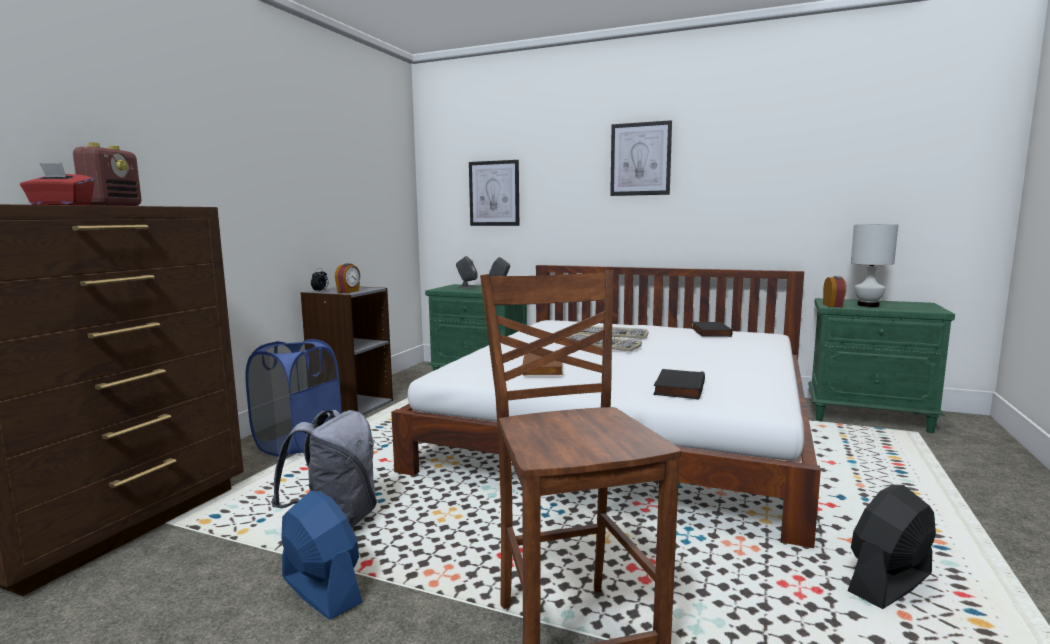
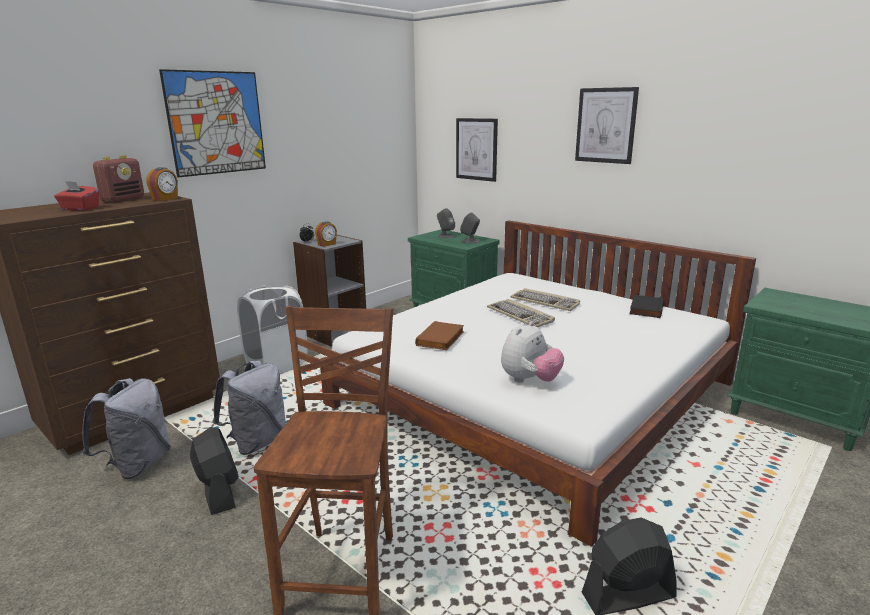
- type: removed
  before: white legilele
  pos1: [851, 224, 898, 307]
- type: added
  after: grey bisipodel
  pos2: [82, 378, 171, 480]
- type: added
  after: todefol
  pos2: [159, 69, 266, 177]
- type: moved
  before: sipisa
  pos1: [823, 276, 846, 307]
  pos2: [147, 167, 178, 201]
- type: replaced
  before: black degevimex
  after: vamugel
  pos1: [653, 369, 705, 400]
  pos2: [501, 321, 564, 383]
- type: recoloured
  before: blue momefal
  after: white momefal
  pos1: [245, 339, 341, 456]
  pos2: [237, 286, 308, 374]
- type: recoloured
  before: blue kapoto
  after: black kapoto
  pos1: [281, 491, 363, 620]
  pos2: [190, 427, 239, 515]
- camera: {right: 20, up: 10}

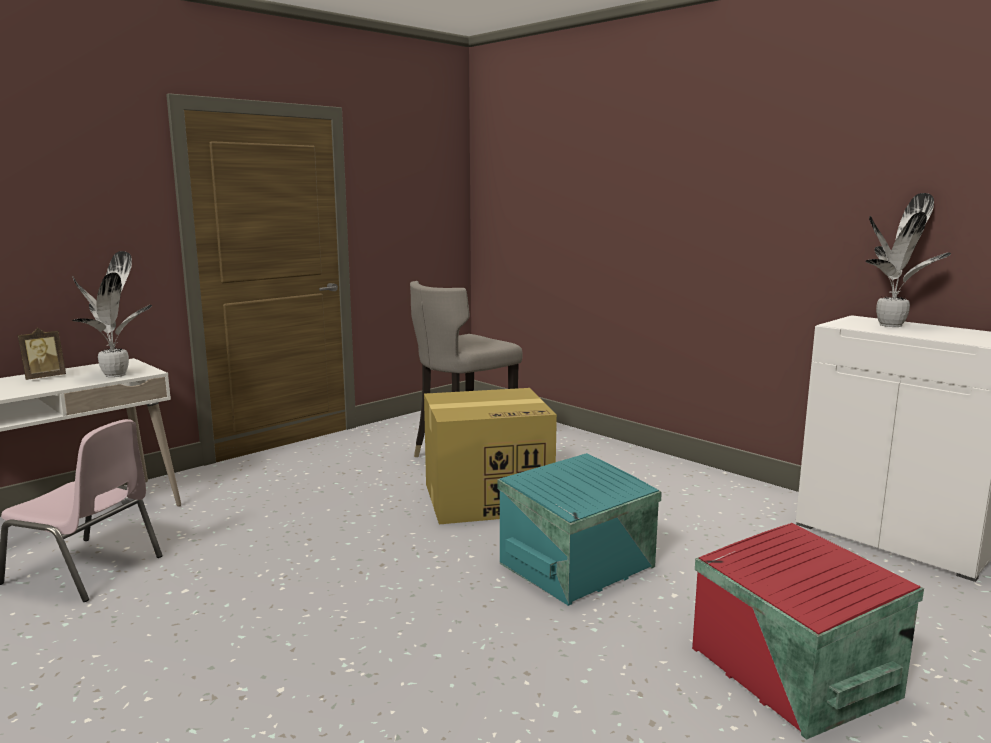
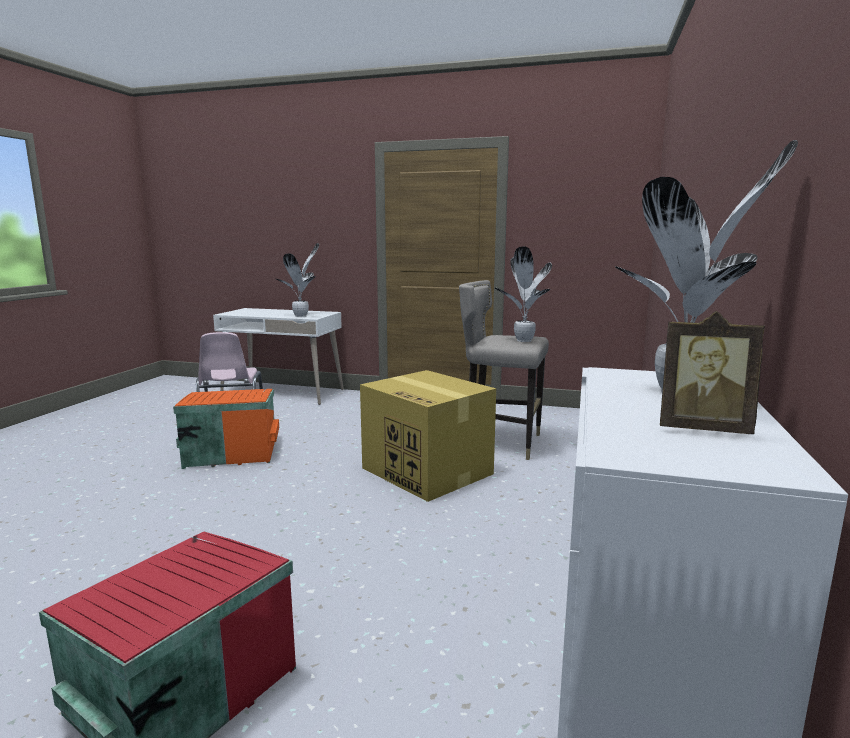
- type: removed
  before: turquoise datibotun
  pos1: [497, 453, 662, 606]
- type: added
  after: orange datibotun
  pos2: [173, 389, 279, 469]
- type: added
  after: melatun
  pos2: [495, 246, 552, 342]
- type: moved
  before: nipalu
  pos1: [18, 328, 66, 380]
  pos2: [660, 311, 765, 434]
- camera: {right: 60, up: 0}

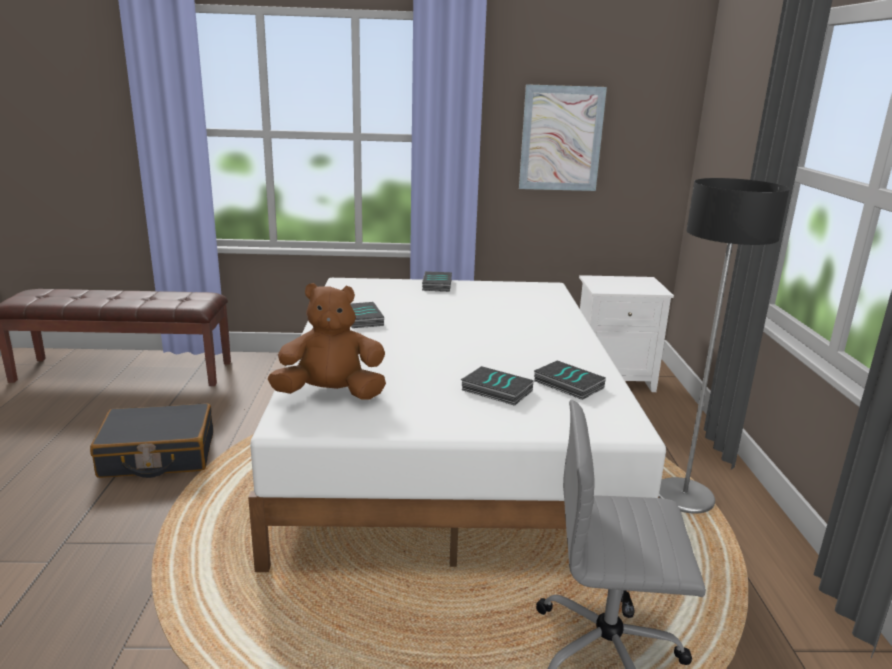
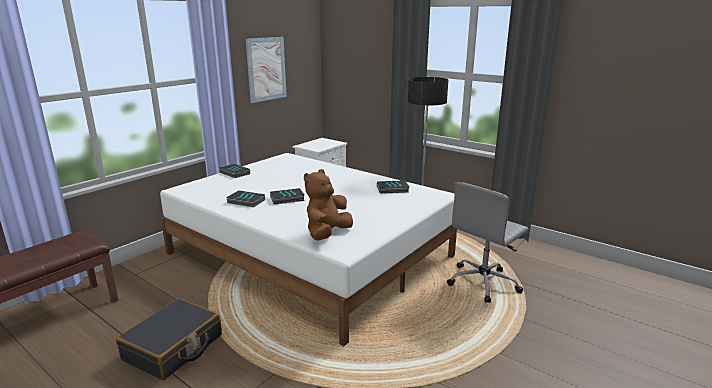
- type: moved
  before: degevimex
  pos1: [461, 366, 534, 406]
  pos2: [270, 188, 305, 204]
- camera: {right: -50, up: 0}

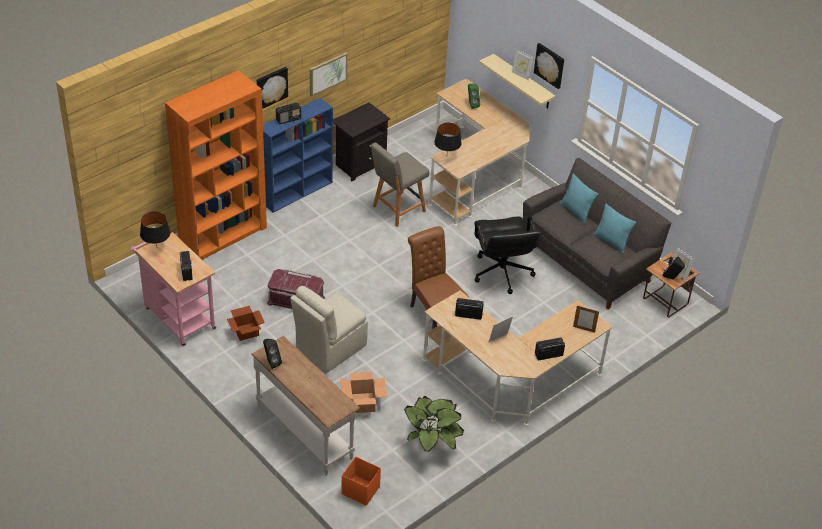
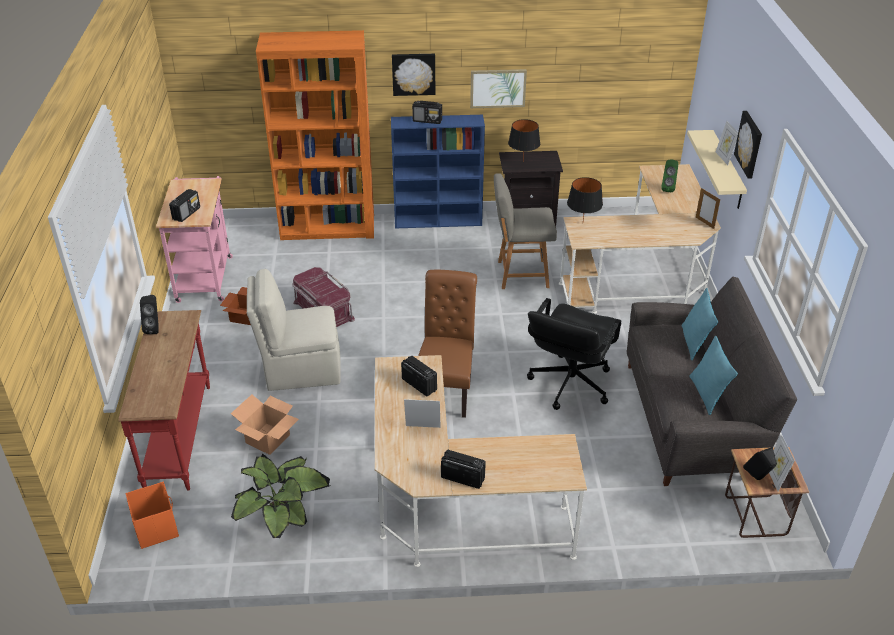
- type: moved
  before: black legilele
  pos1: [140, 212, 171, 246]
  pos2: [508, 119, 540, 162]
- type: moved
  before: nipalu
  pos1: [573, 306, 599, 333]
  pos2: [696, 188, 720, 229]
- type: recoloured
  before: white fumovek
  after: red fumovek
  pos1: [252, 336, 360, 476]
  pos2: [118, 310, 210, 491]
- camera: {right: 40, up: -5}

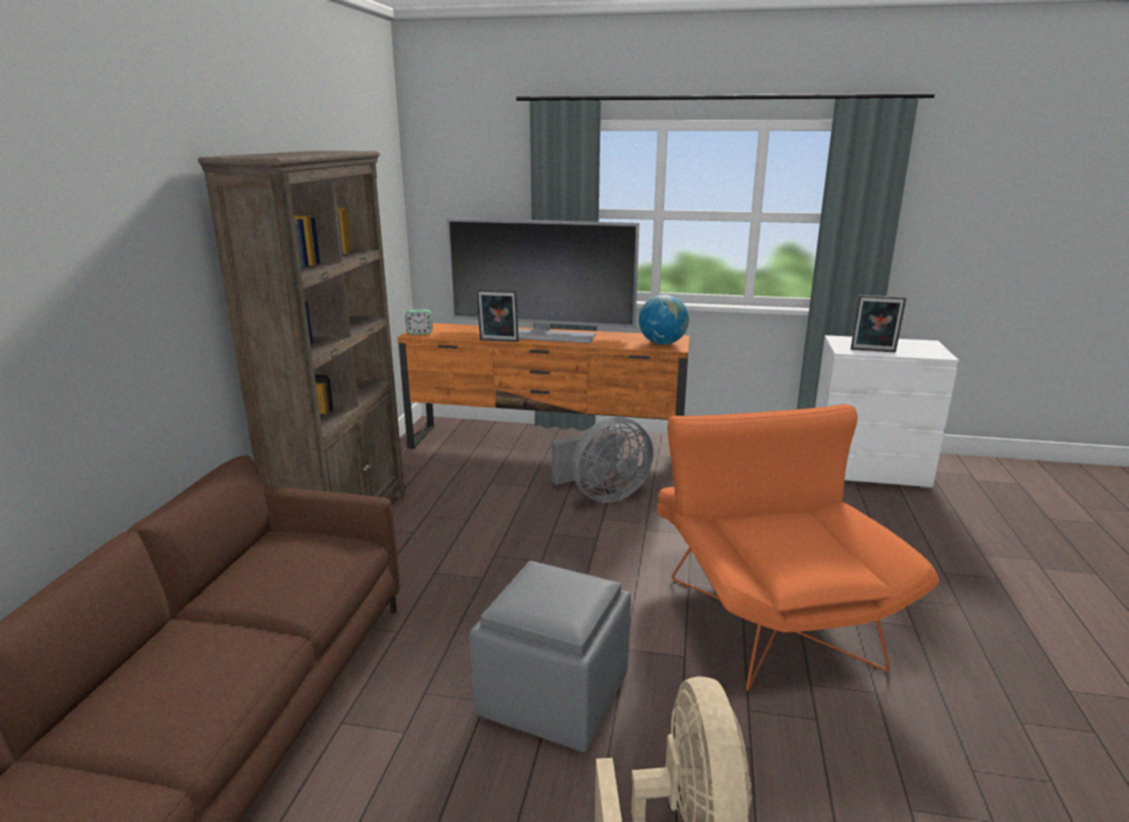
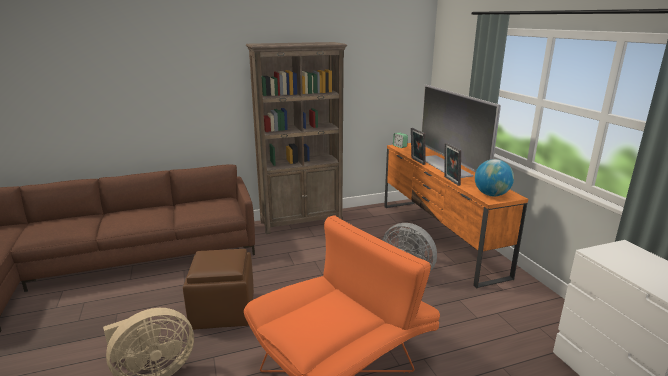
- type: moved
  before: nipalu
  pos1: [851, 295, 906, 352]
  pos2: [444, 143, 461, 186]
- type: recoloured
  before: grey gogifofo
  after: brown gogifofo
  pos1: [469, 561, 631, 752]
  pos2: [183, 249, 254, 330]
- camera: {right: 60, up: 0}

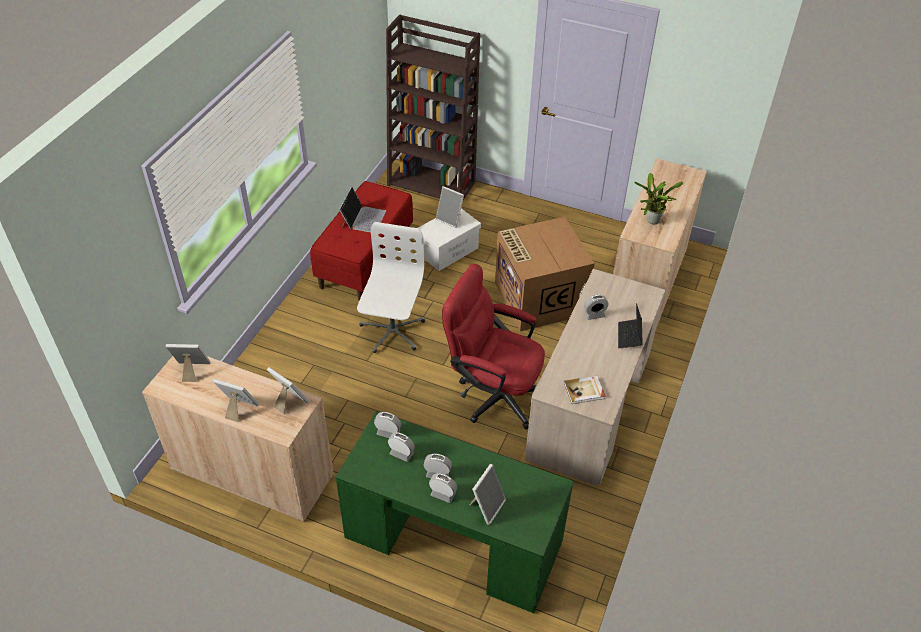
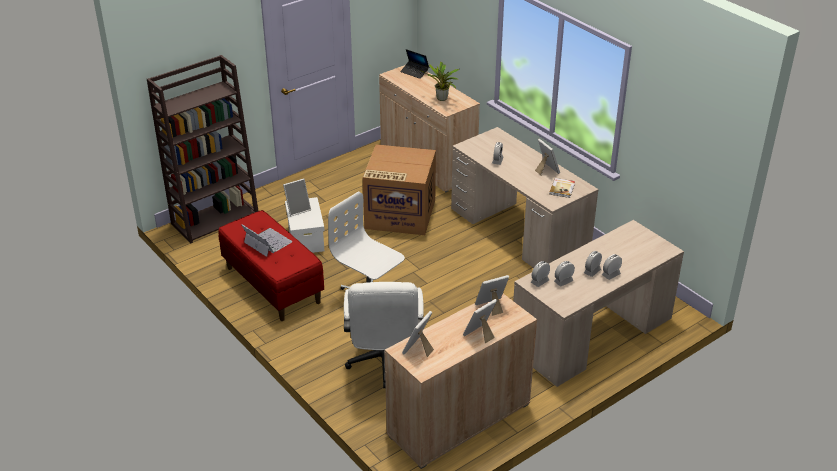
- type: removed
  before: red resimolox
  pos1: [442, 264, 545, 429]
- type: added
  after: white resimolox
  pos2: [344, 282, 424, 388]
- type: moved
  before: nipalu
  pos1: [469, 464, 506, 525]
  pos2: [535, 139, 560, 175]
- type: moved
  before: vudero
  pos1: [618, 303, 643, 349]
  pos2: [400, 49, 429, 79]
- type: recoloured
  before: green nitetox
  after: beige nitetox
  pos1: [336, 411, 574, 613]
  pos2: [513, 220, 684, 387]
- camera: {right: -60, up: -10}

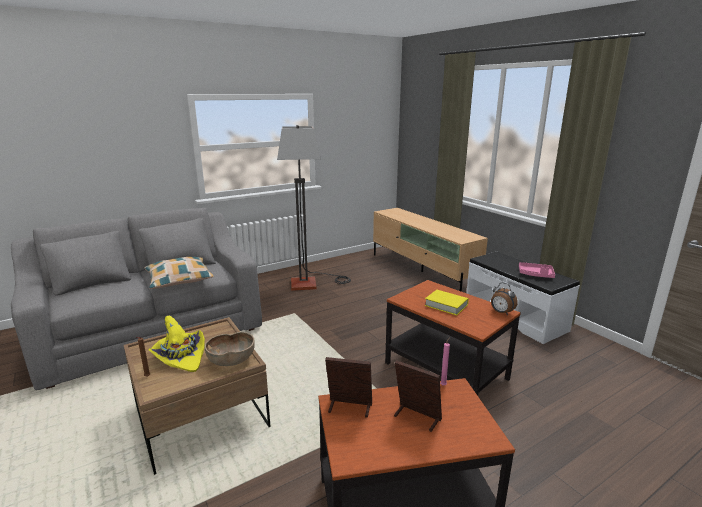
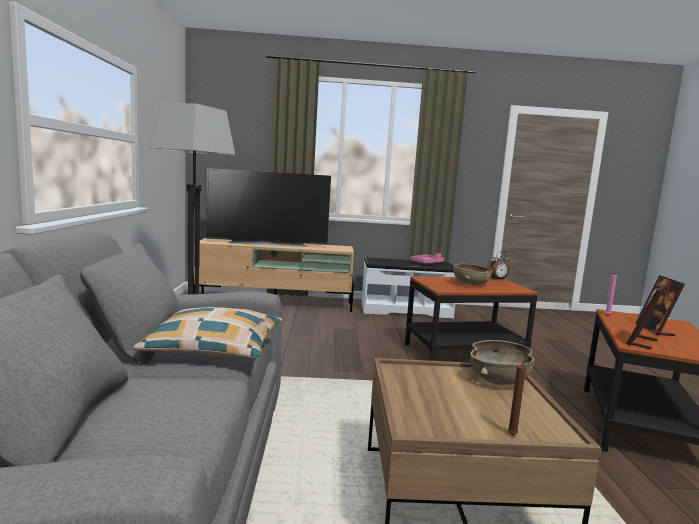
- type: removed
  before: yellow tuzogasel
  pos1: [149, 315, 205, 372]
- type: added
  after: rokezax
  pos2: [206, 168, 331, 247]
- type: replaced
  before: yellow degevimex
  after: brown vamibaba
  pos1: [425, 290, 469, 316]
  pos2: [453, 263, 493, 285]
- type: turned
  before: nipalu
  pos1: [394, 360, 442, 432]
  pos2: [636, 275, 685, 336]
  turn: -60
- camera: {right: -60, up: -10}

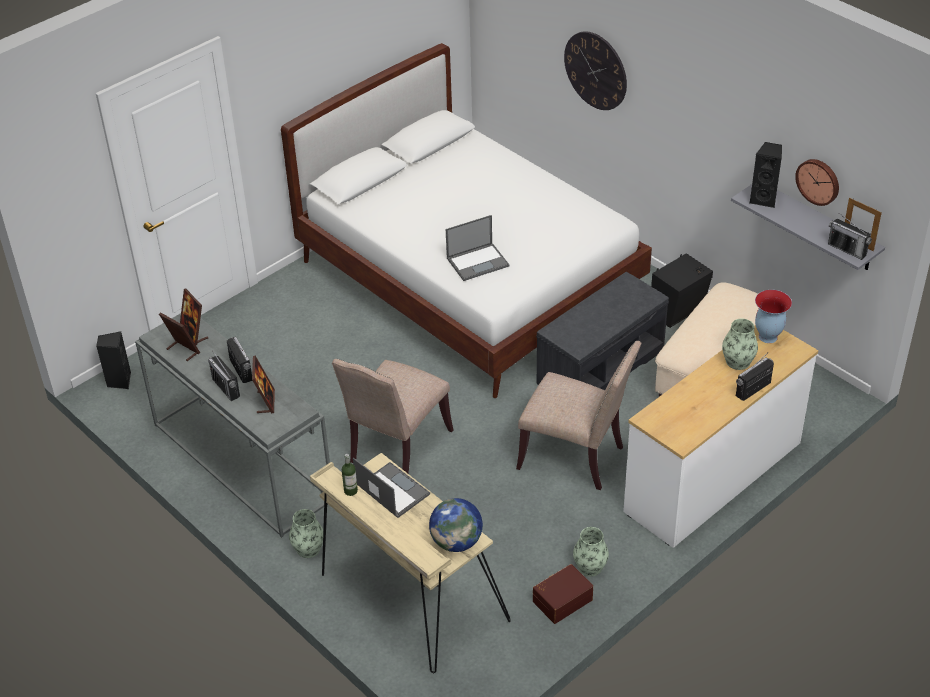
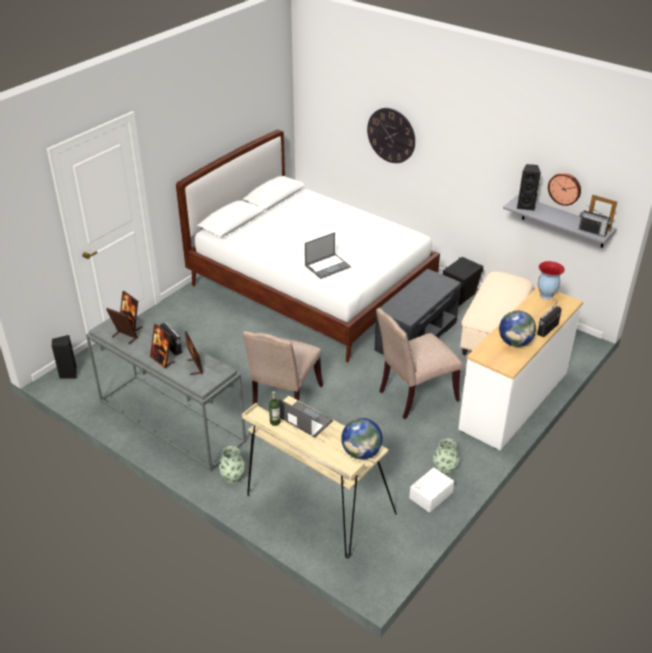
- type: removed
  before: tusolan
  pos1: [722, 319, 758, 370]
- type: added
  after: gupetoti
  pos2: [499, 311, 536, 347]
- type: replaced
  before: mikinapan
  after: nipalu
  pos1: [208, 351, 240, 401]
  pos2: [150, 324, 175, 368]
- type: recoloured
  before: brown datibotun
  after: white datibotun
  pos1: [533, 564, 593, 624]
  pos2: [409, 467, 454, 512]
- type: turned
  before: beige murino
  pos1: [516, 341, 642, 490]
  pos2: [376, 308, 462, 419]
  turn: 135
- camera: {right: -10, up: -5}

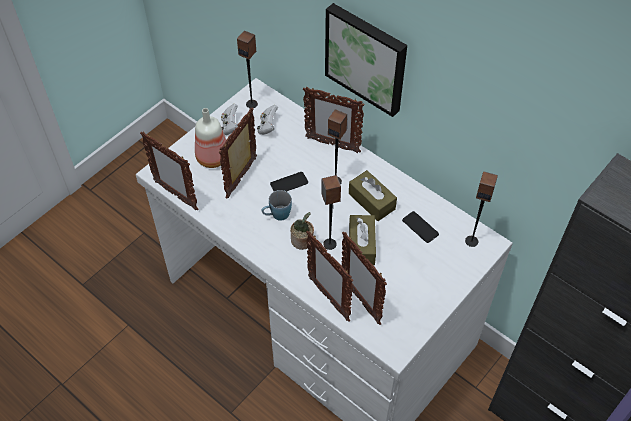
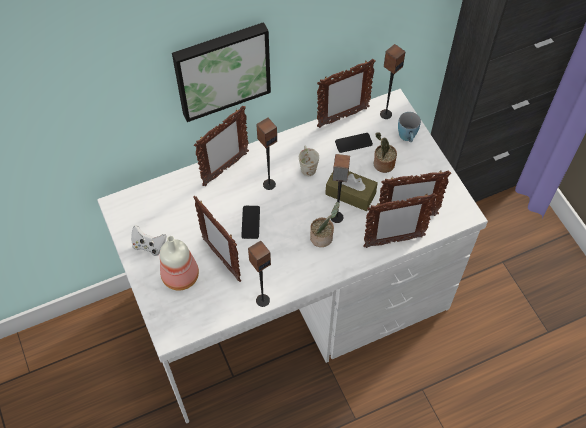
- type: removed
  before: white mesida
  pos1: [257, 105, 278, 135]
- type: added
  after: melatun
  pos2: [374, 132, 397, 173]
- type: moved
  before: nipalu
  pos1: [140, 132, 198, 210]
  pos2: [317, 59, 376, 128]
- type: moved
  before: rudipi
  pos1: [237, 30, 258, 108]
  pos2: [248, 240, 271, 307]
- type: moved
  before: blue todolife
  pos1: [261, 190, 292, 221]
  pos2: [398, 112, 421, 142]
- type: replaced
  before: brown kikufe
  after: white todolife
  pos1: [349, 170, 397, 221]
  pos2: [299, 145, 319, 176]
- camera: {right: -65, up: 5}

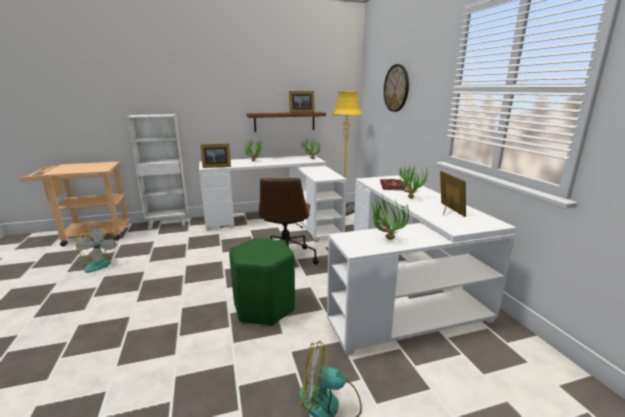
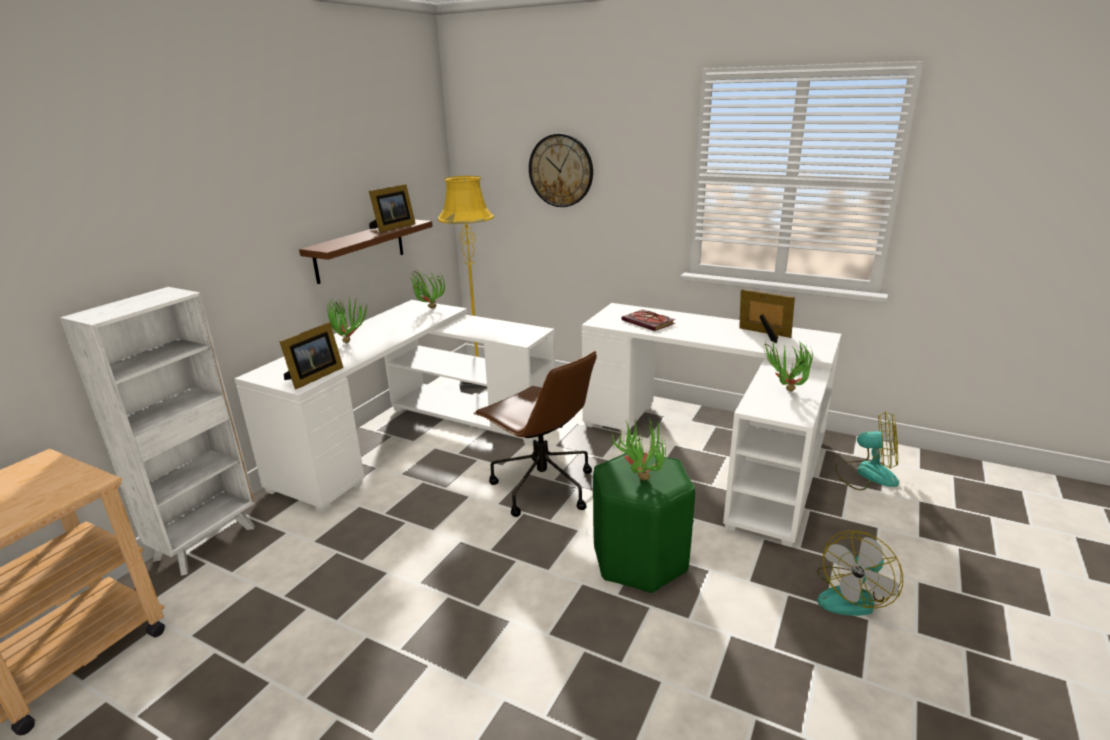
- type: moved
  before: kapoto
  pos1: [76, 227, 118, 273]
  pos2: [835, 411, 899, 490]
- type: moved
  before: melatun
  pos1: [398, 163, 427, 199]
  pos2: [611, 417, 666, 481]
- camera: {right: -45, up: 5}

